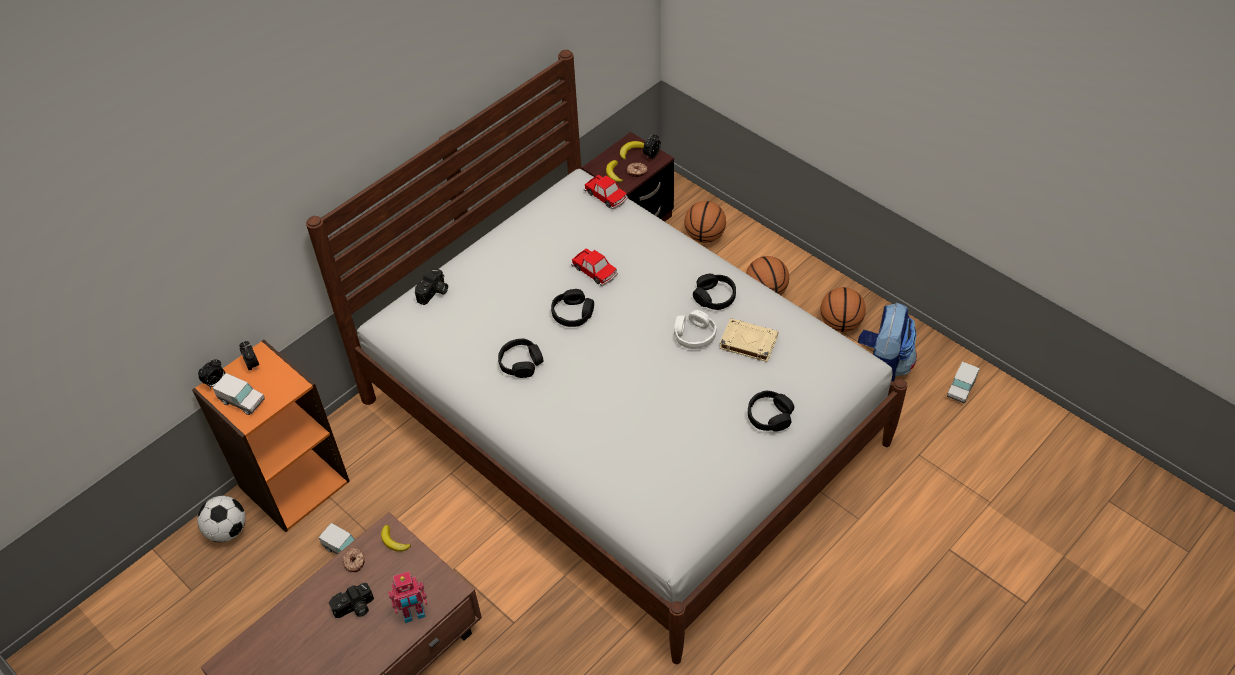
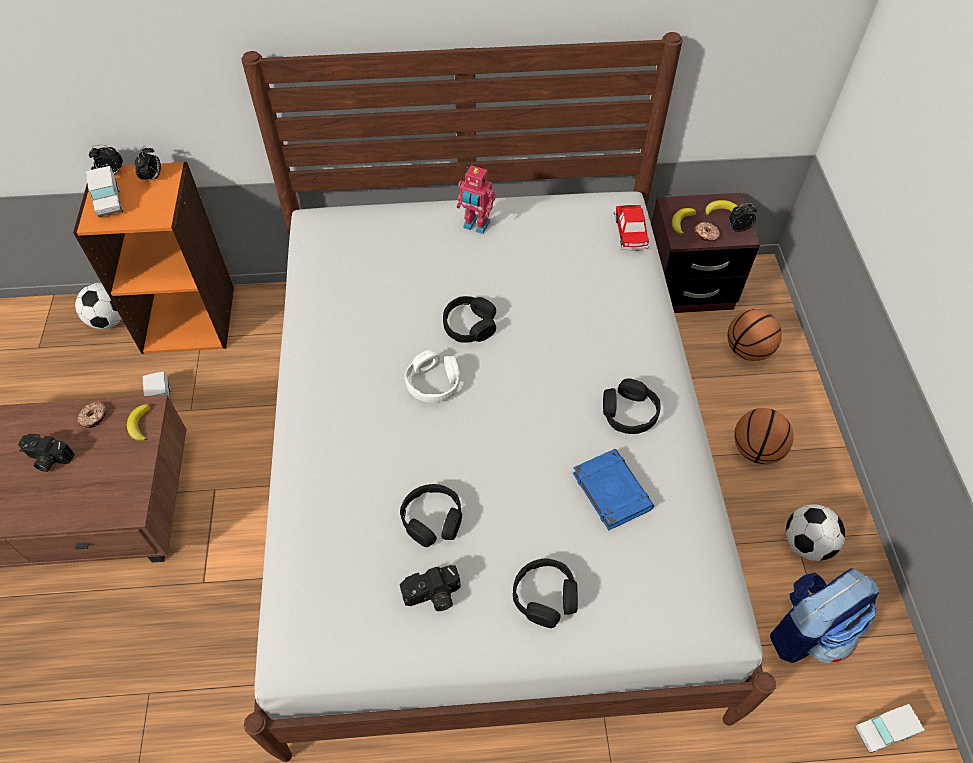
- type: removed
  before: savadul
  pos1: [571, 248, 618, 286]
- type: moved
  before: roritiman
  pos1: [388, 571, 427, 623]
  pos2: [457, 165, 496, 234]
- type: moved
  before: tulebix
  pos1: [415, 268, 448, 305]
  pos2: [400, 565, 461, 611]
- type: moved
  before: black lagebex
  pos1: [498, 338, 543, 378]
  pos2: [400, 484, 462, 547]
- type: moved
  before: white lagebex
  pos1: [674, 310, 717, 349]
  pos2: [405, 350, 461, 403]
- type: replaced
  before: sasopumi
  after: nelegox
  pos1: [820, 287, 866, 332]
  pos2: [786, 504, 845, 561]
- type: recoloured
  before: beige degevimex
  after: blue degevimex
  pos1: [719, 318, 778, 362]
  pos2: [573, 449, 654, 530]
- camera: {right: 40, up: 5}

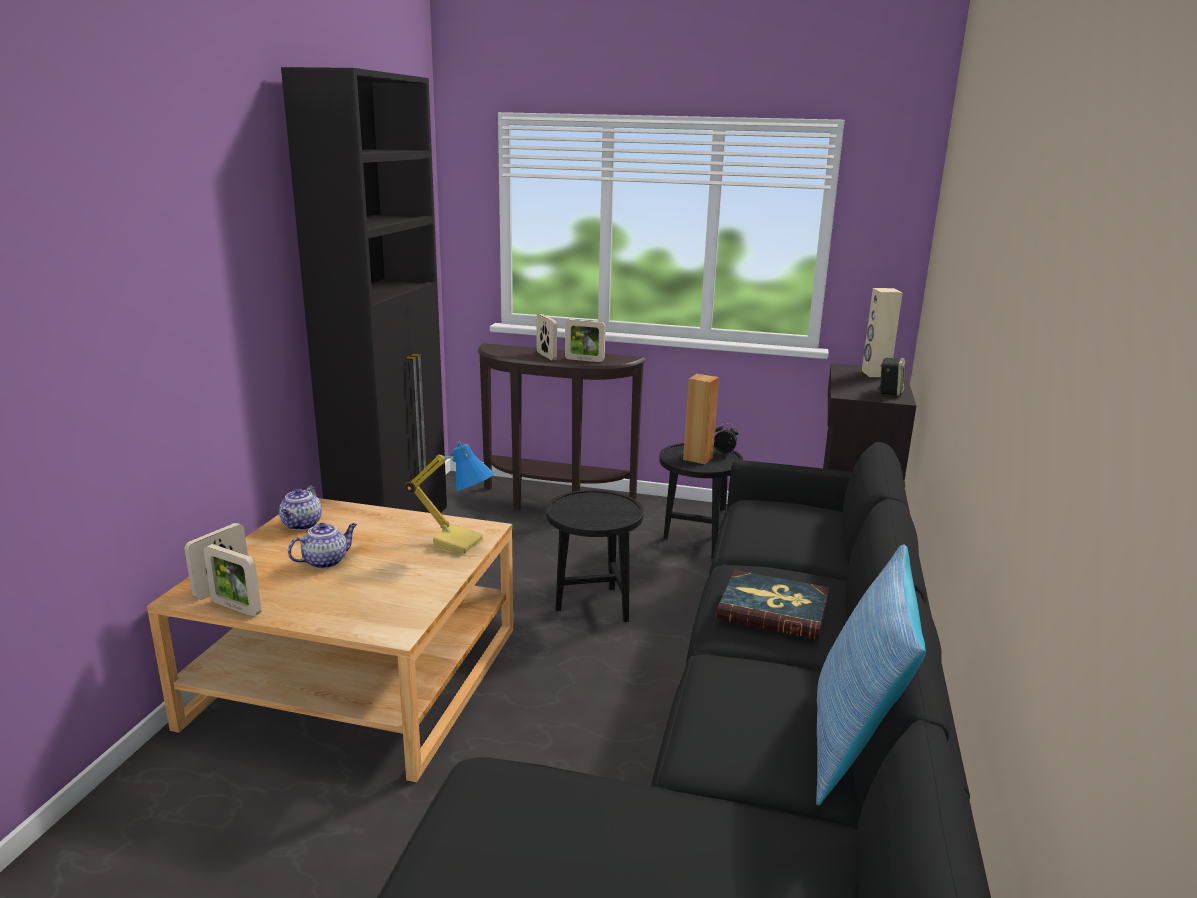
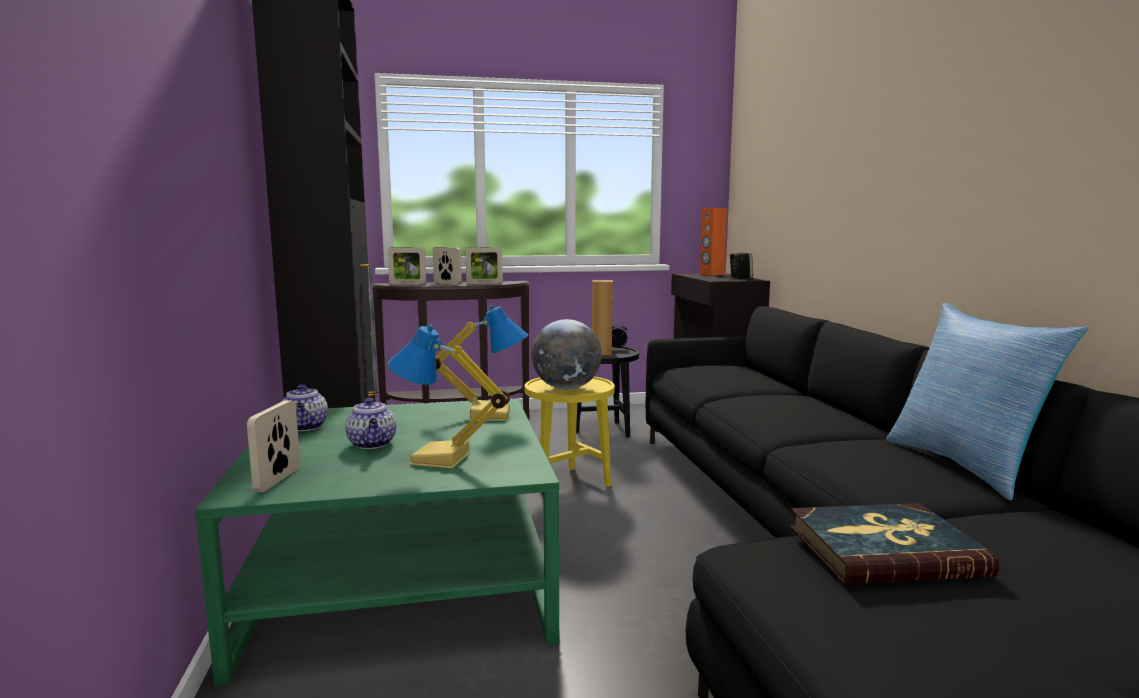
- type: added
  after: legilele
  pos2: [388, 324, 510, 468]
- type: added
  after: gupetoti
  pos2: [532, 319, 602, 390]
- type: moved
  before: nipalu
  pos1: [203, 544, 261, 617]
  pos2: [388, 247, 426, 285]
- type: moved
  before: degevimex
  pos1: [716, 570, 829, 640]
  pos2: [790, 503, 999, 584]
- type: recoloured
  before: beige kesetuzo
  after: green kesetuzo
  pos1: [147, 498, 513, 782]
  pos2: [195, 399, 559, 686]
- type: recoloured
  before: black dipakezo
  after: yellow dipakezo
  pos1: [546, 490, 644, 622]
  pos2: [524, 377, 615, 487]
- type: recoloured
  before: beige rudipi
  after: orange rudipi
  pos1: [862, 288, 903, 377]
  pos2: [700, 208, 727, 276]
- type: turned
  before: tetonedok
  pos1: [288, 523, 357, 569]
  pos2: [345, 398, 396, 449]
  turn: 135
- camera: {right: -25, up: -10}

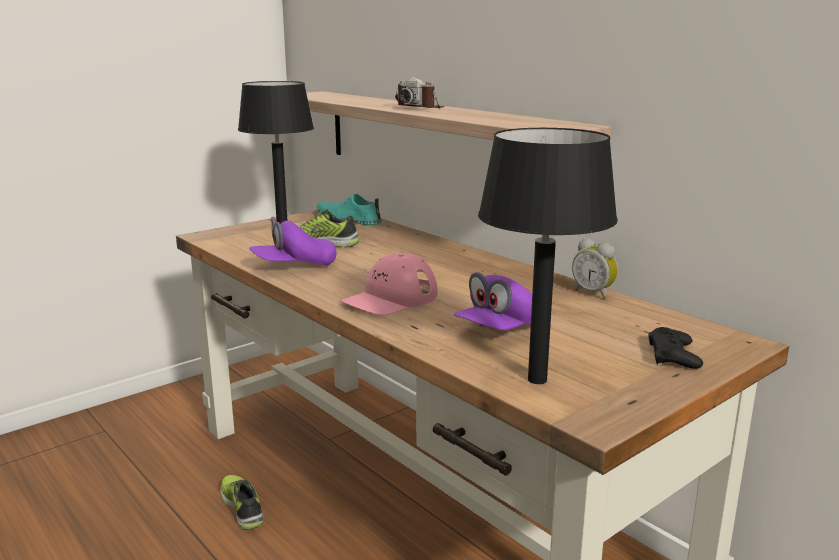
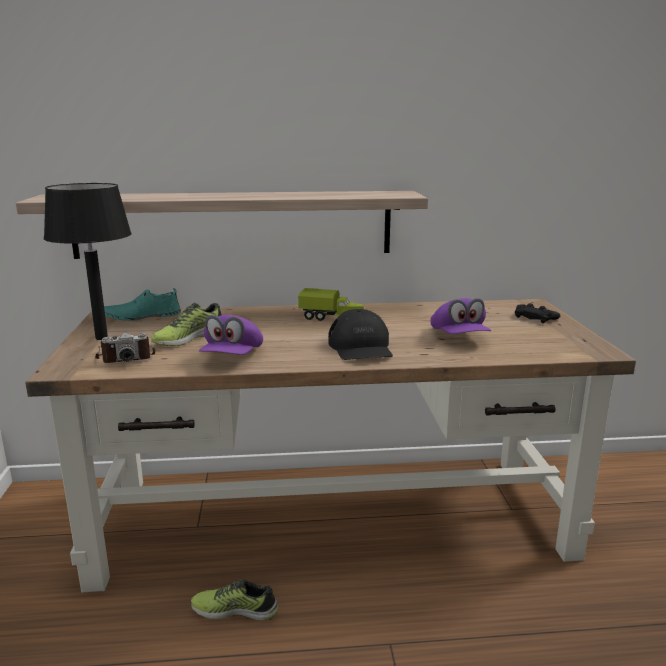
- type: removed
  before: black legilele
  pos1: [478, 128, 618, 384]
- type: removed
  before: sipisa
  pos1: [572, 238, 618, 299]
- type: added
  after: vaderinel
  pos2: [298, 288, 365, 321]
- type: moved
  before: tulebix
  pos1: [395, 77, 445, 108]
  pos2: [95, 333, 155, 363]
- type: recoloured
  before: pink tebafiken
  after: black tebafiken
  pos1: [341, 253, 438, 315]
  pos2: [328, 309, 393, 360]
- camera: {right: -55, up: 0}

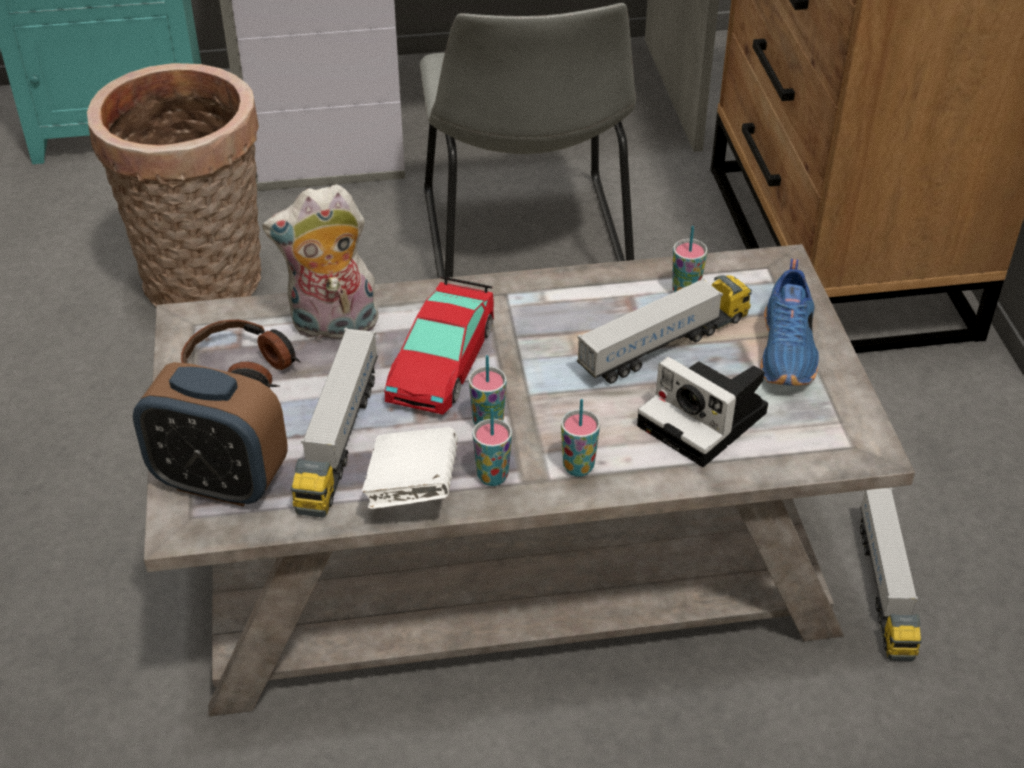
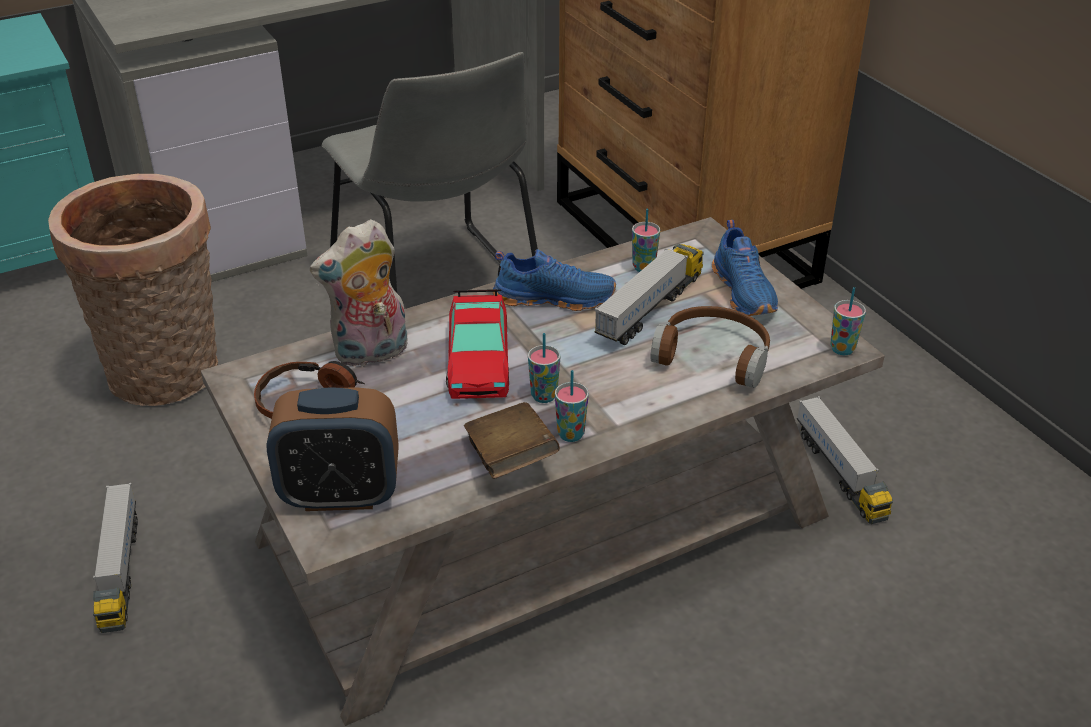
- type: added
  after: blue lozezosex
  pos2: [493, 249, 616, 311]
- type: moved
  before: vaderinel
  pos1: [291, 328, 378, 517]
  pos2: [93, 483, 138, 633]
- type: moved
  before: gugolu
  pos1: [561, 399, 600, 477]
  pos2: [830, 287, 866, 355]
- type: replaced
  before: tulebix
  after: brown lagebex
  pos1: [637, 357, 768, 467]
  pos2: [651, 306, 770, 388]
- type: recoloured
  before: white degevimex
  after: brown degevimex
  pos1: [362, 427, 458, 509]
  pos2: [464, 402, 560, 479]
- camera: {right: -20, up: -5}

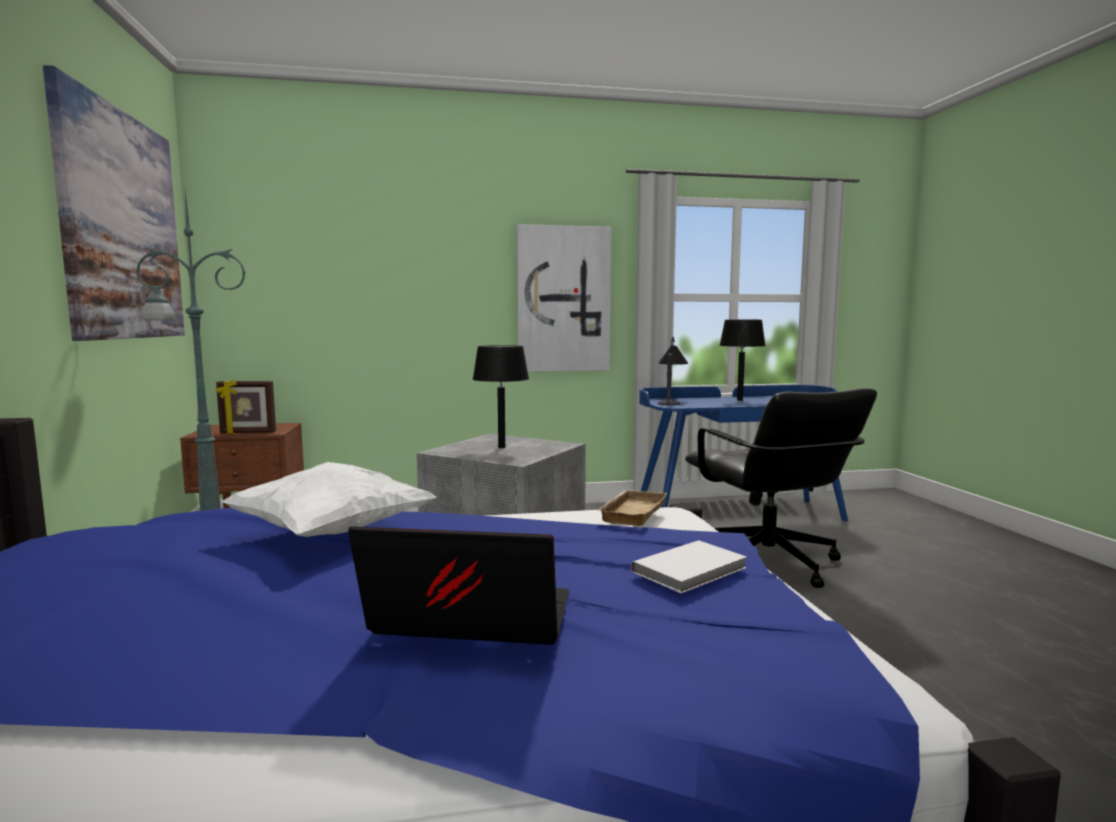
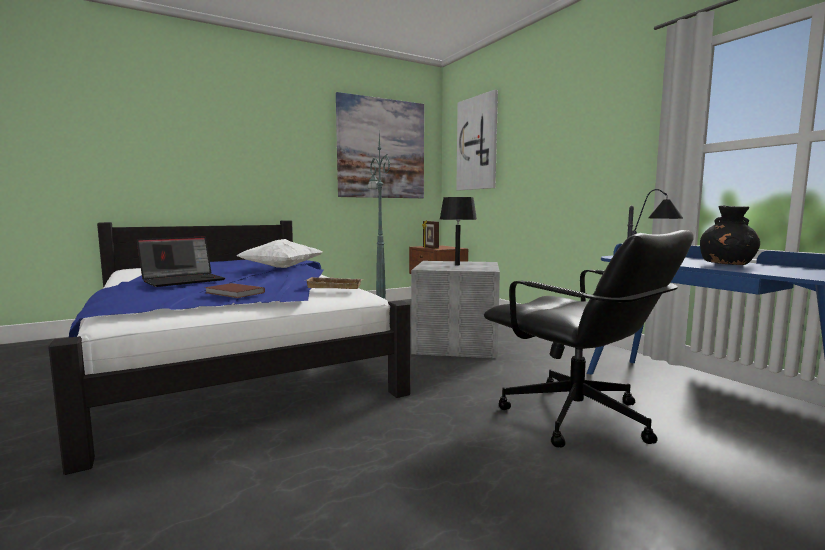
- type: moved
  before: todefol
  pos1: [517, 224, 611, 372]
  pos2: [456, 90, 498, 190]
- type: replaced
  before: black legilele
  after: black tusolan
  pos1: [719, 320, 766, 401]
  pos2: [700, 205, 760, 265]
- type: recoloured
  before: white degevimex
  after: brown degevimex
  pos1: [631, 540, 747, 593]
  pos2: [205, 283, 265, 298]
- type: turned
  before: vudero
  pos1: [348, 526, 569, 645]
  pos2: [137, 236, 225, 287]
  turn: 60
- type: turned
  before: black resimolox
  pos1: [685, 388, 877, 588]
  pos2: [484, 230, 694, 448]
  turn: -90
- camera: {right: 70, up: 0}

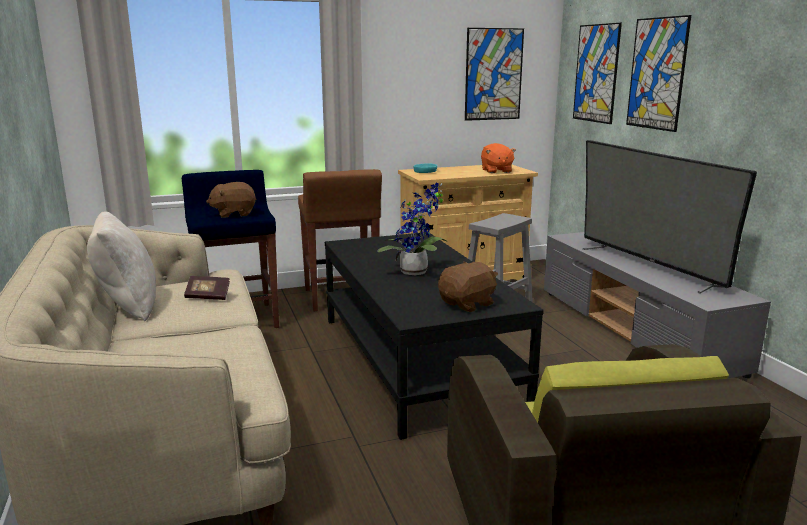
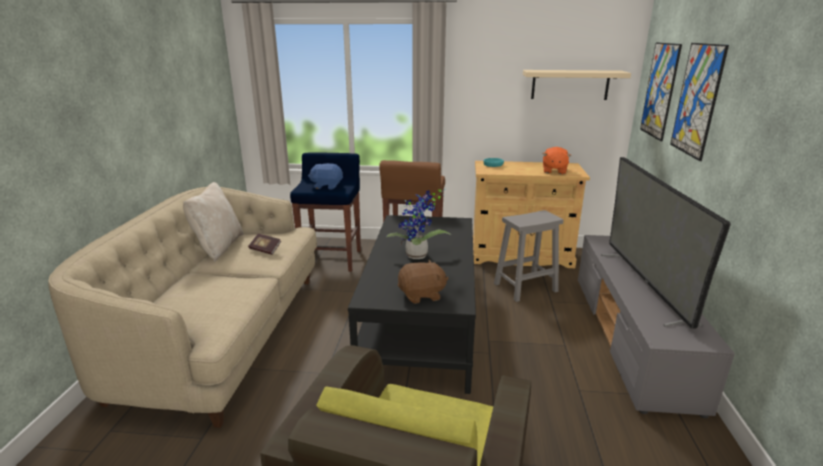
- type: replaced
  before: todefol
  after: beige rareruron
  pos1: [465, 28, 524, 121]
  pos2: [523, 70, 631, 100]
- type: recoloured
  before: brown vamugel
  after: blue vamugel
  pos1: [206, 182, 257, 218]
  pos2: [308, 163, 343, 190]
- camera: {right: 25, up: 5}

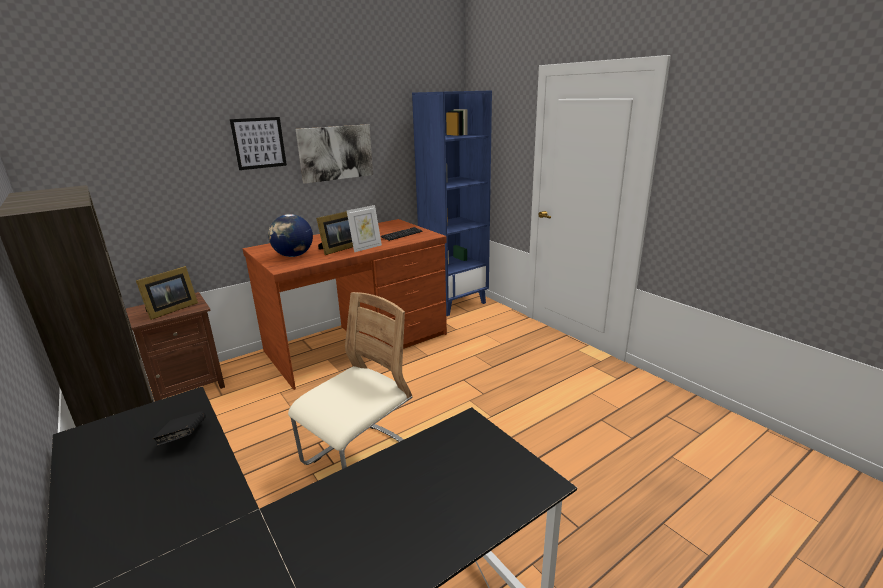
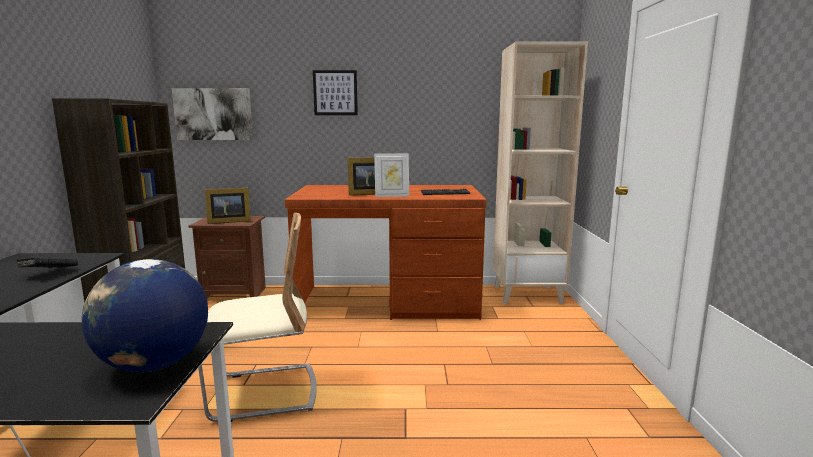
- type: moved
  before: gupetoti
  pos1: [268, 214, 313, 257]
  pos2: [82, 259, 208, 372]
- type: moved
  before: todefol
  pos1: [296, 124, 373, 184]
  pos2: [172, 88, 253, 140]
- type: recoloured
  before: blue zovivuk
  after: beige zovivuk
  pos1: [412, 90, 492, 316]
  pos2: [493, 42, 588, 304]
- camera: {right: 35, up: -10}

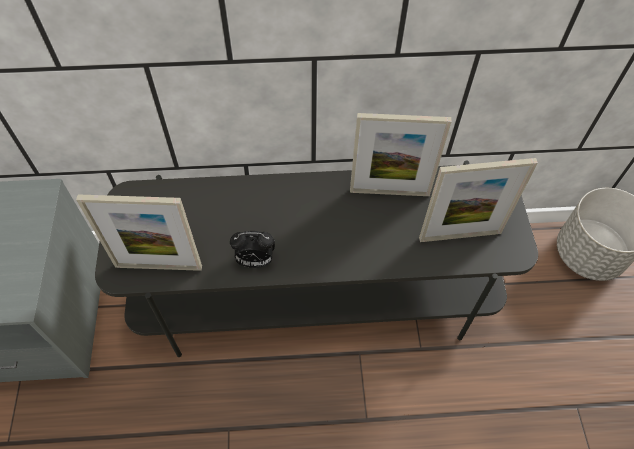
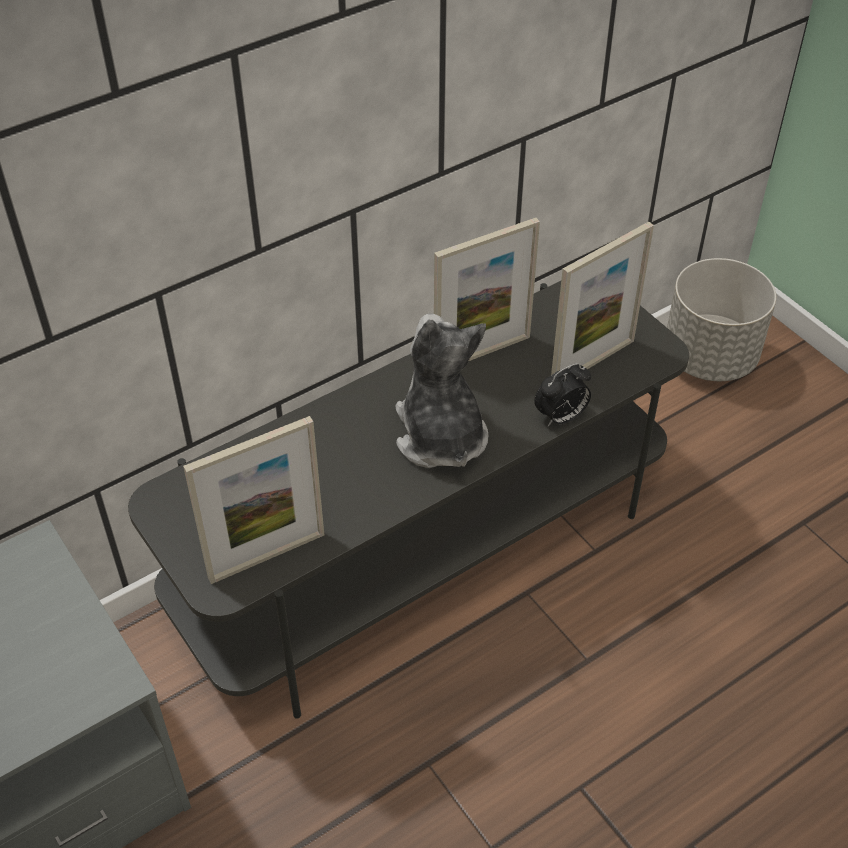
- type: added
  after: vamugel
  pos2: [396, 313, 488, 468]
- type: moved
  before: sipisa
  pos1: [230, 231, 275, 268]
  pos2: [534, 363, 591, 426]
- camera: {right: -30, up: -10}

